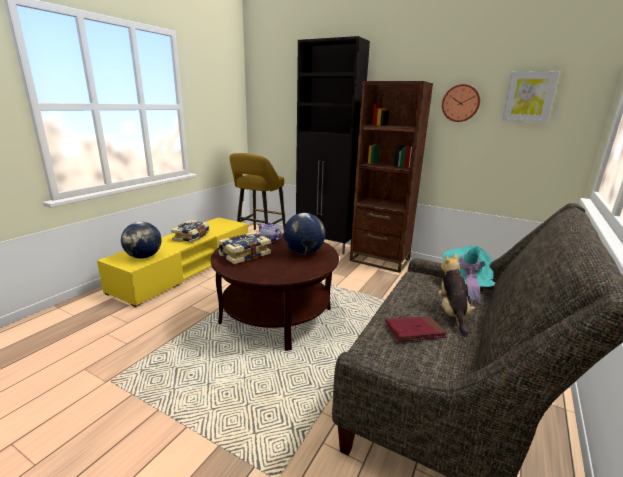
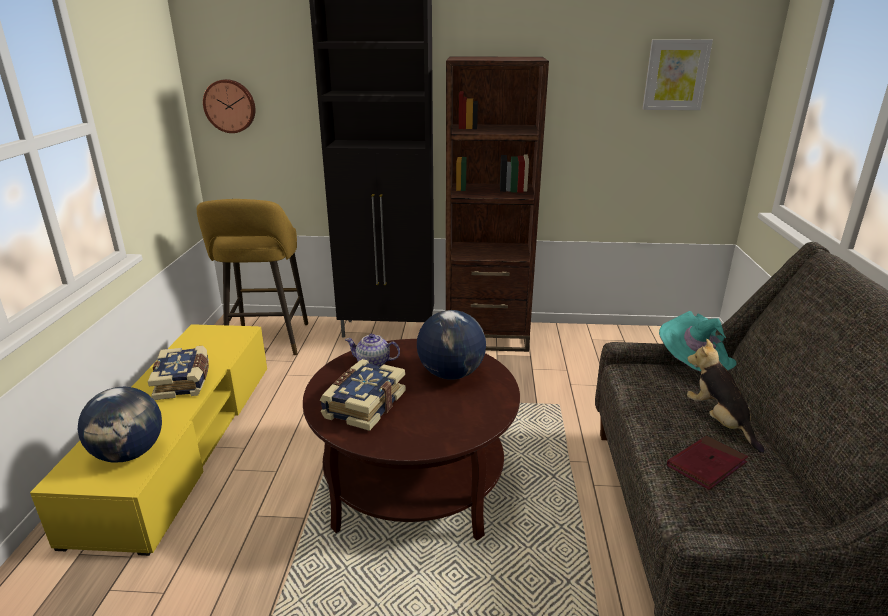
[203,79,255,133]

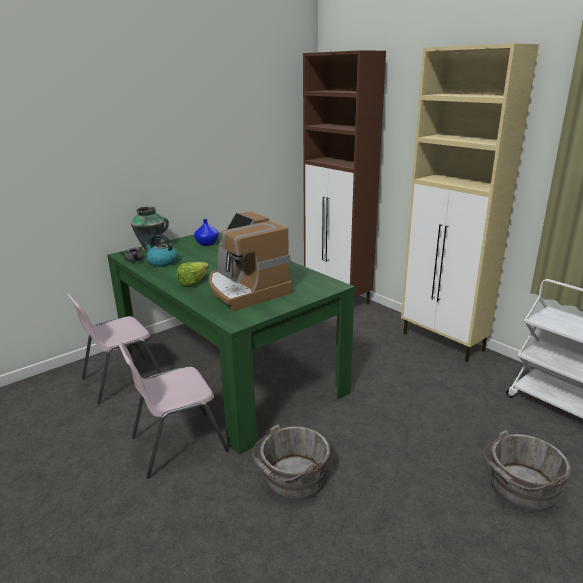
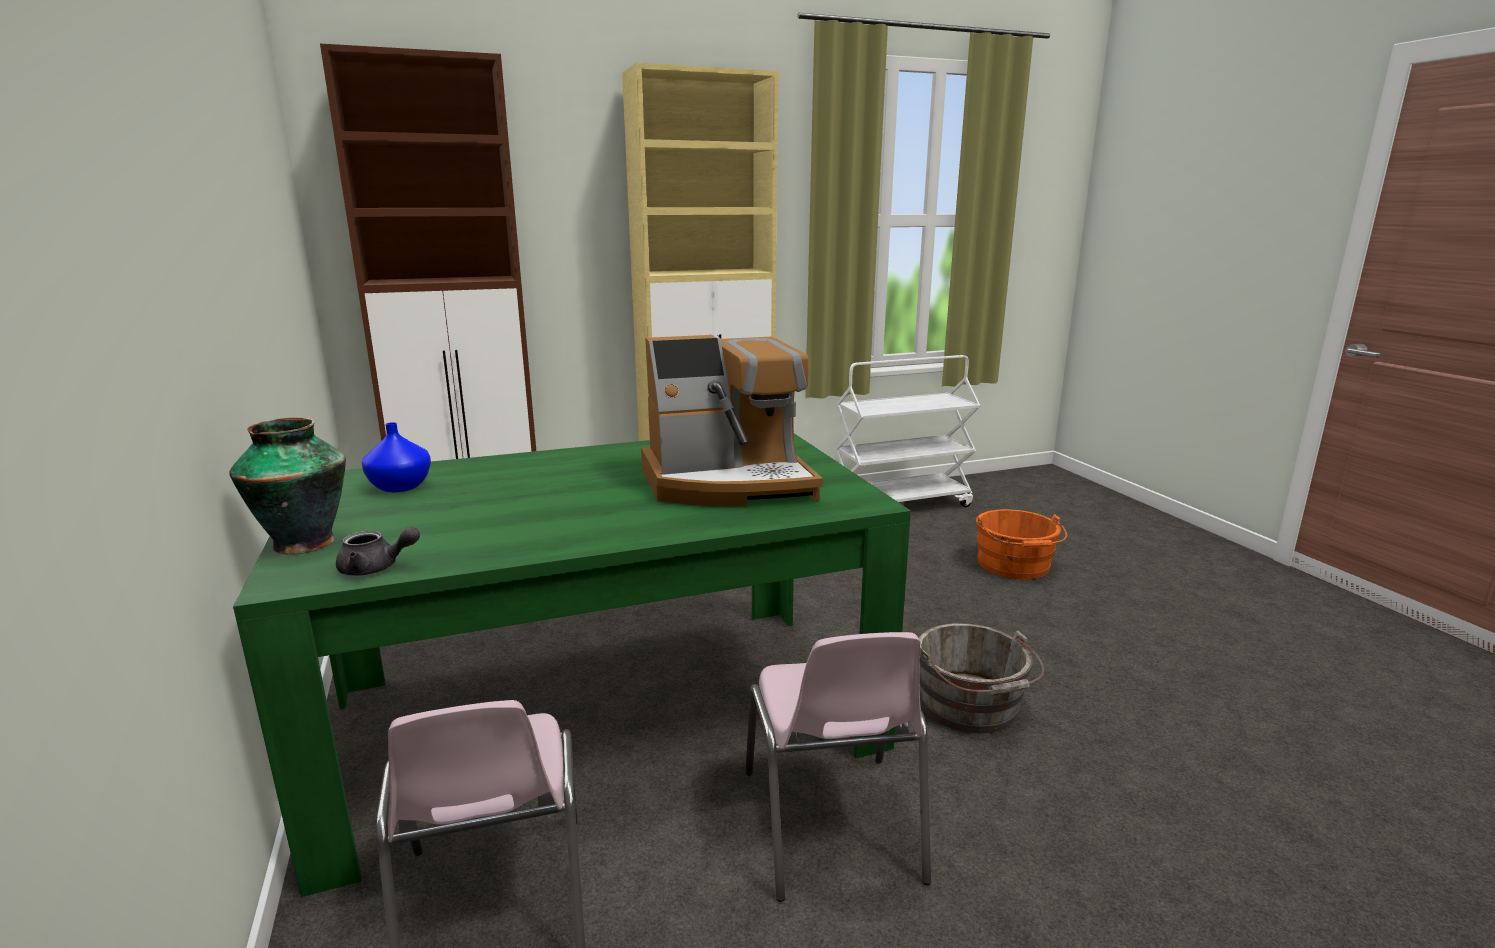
[144,234,178,267] (first image)
[177,262,209,287] (first image)
[976,509,1067,579]

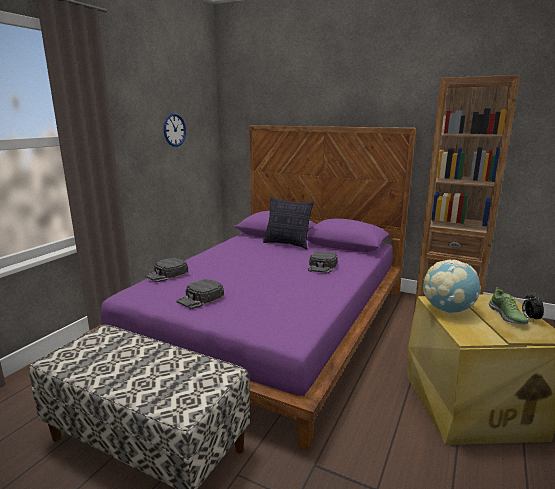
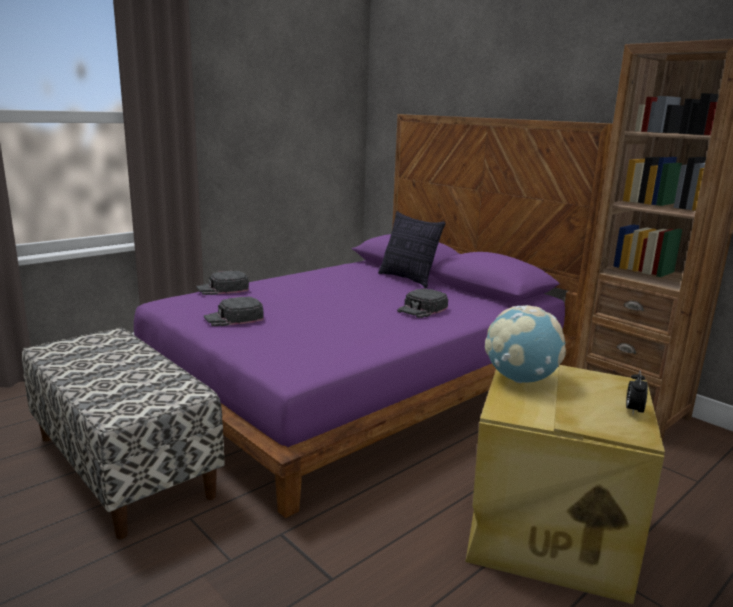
[164,113,186,147] (first image)
[488,287,528,325] (first image)

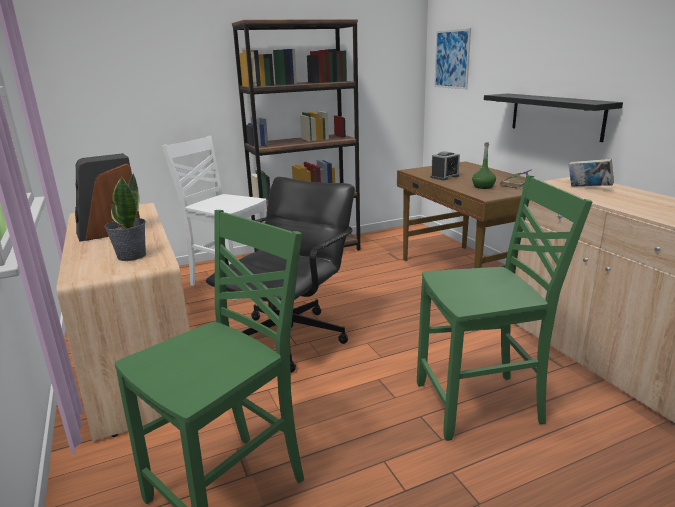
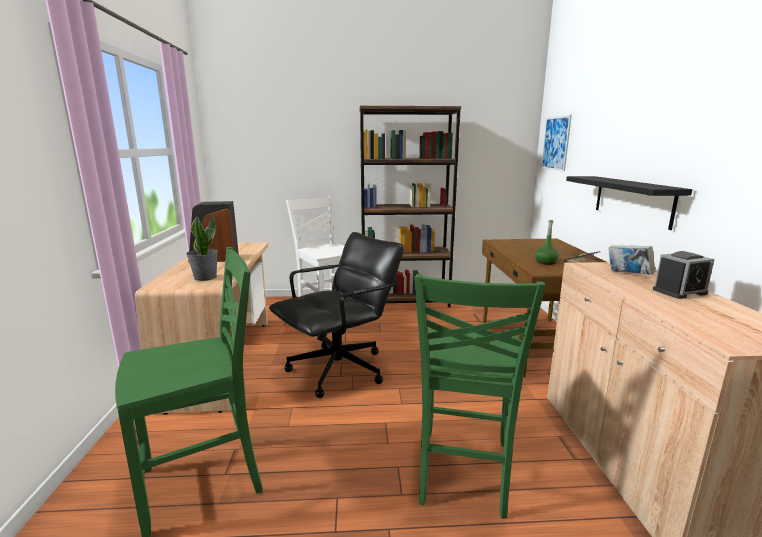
[653,251,715,299]
[414,274,546,519]

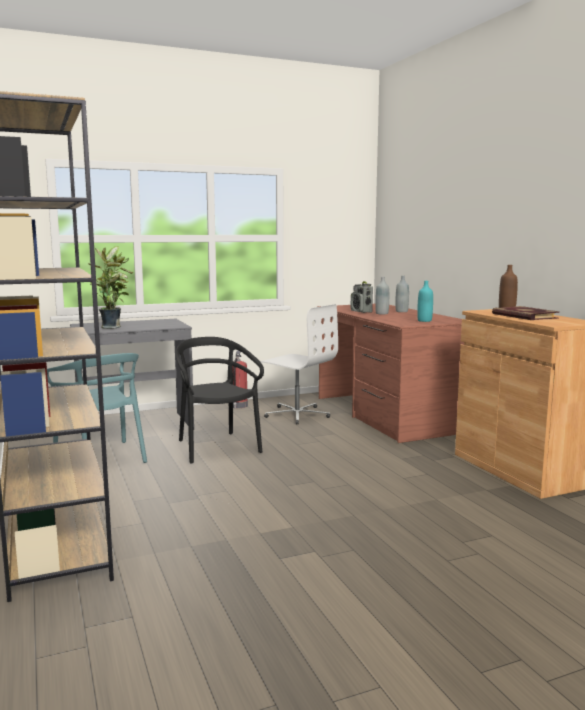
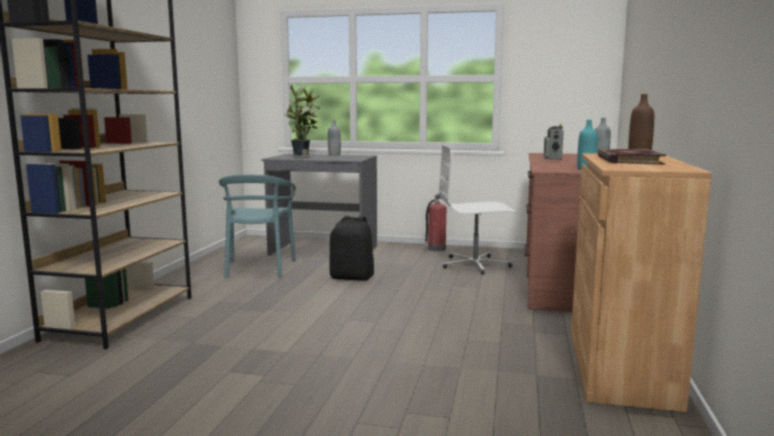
[328,120,341,156]
[329,216,374,281]
[439,144,516,275]

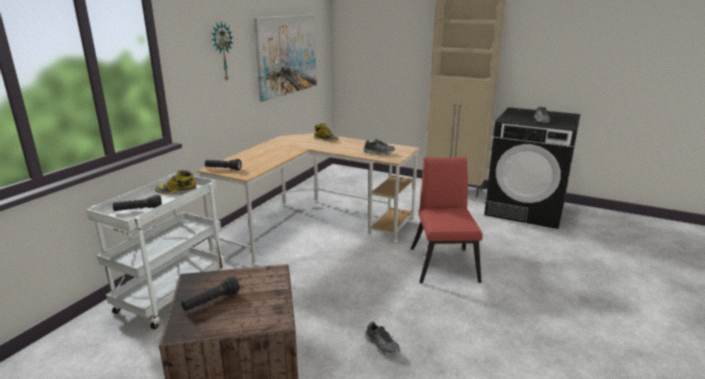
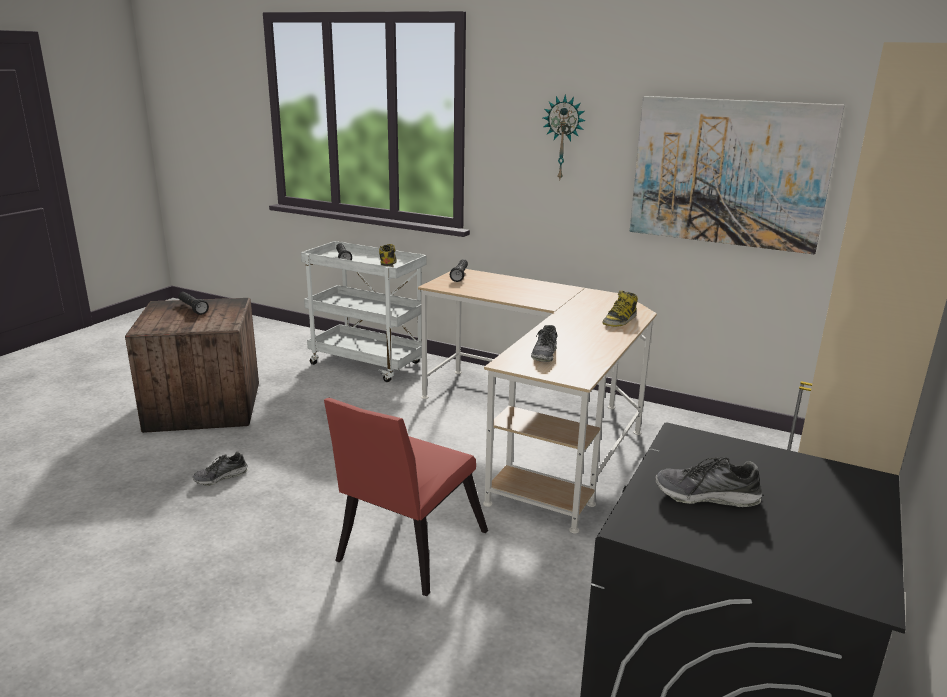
[324,397,488,596]

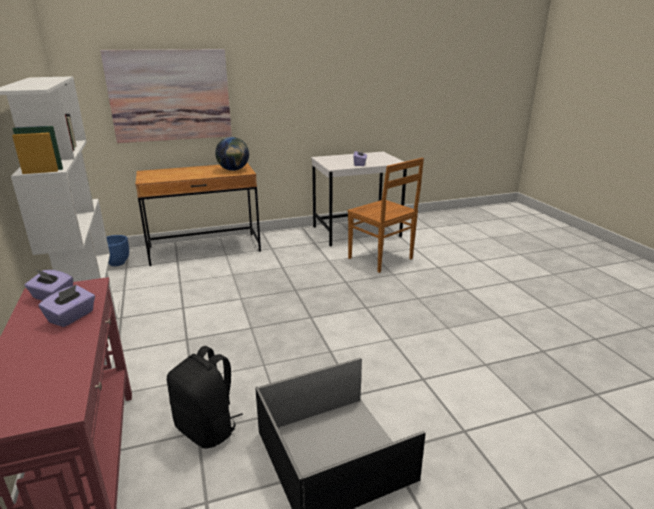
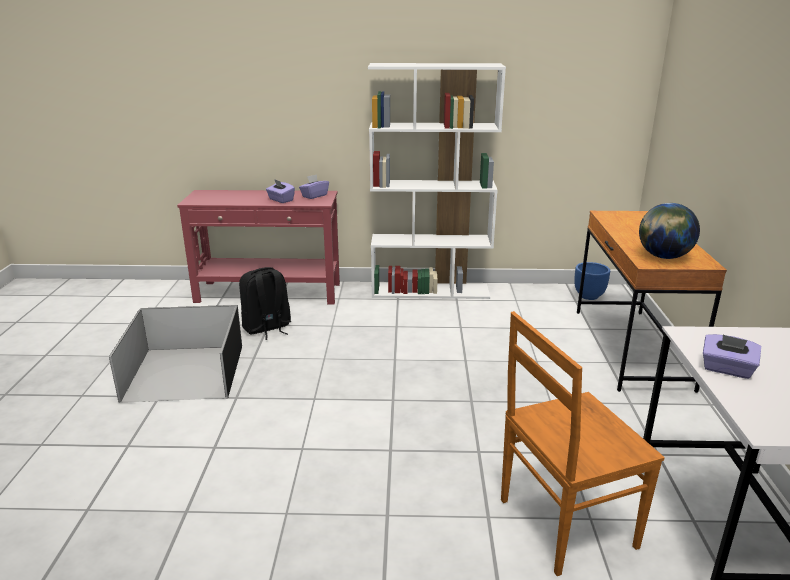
[100,49,232,143] (first image)

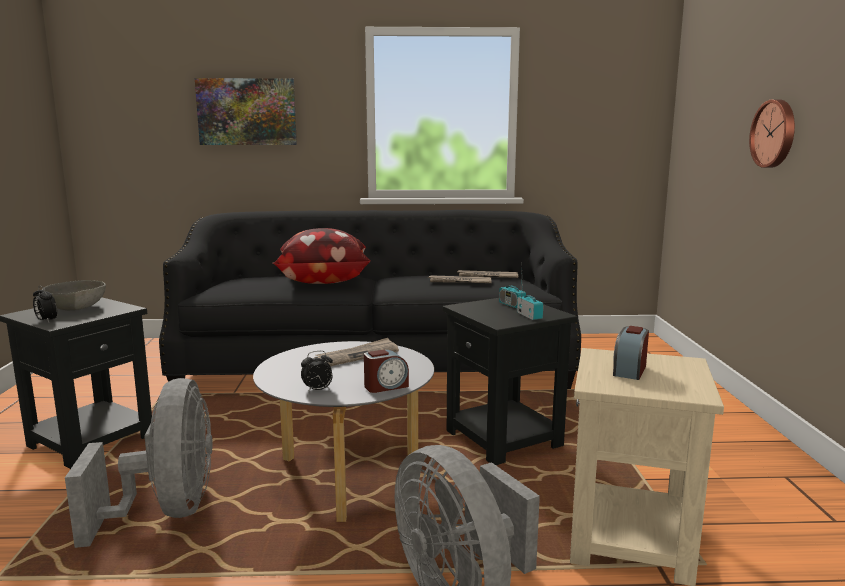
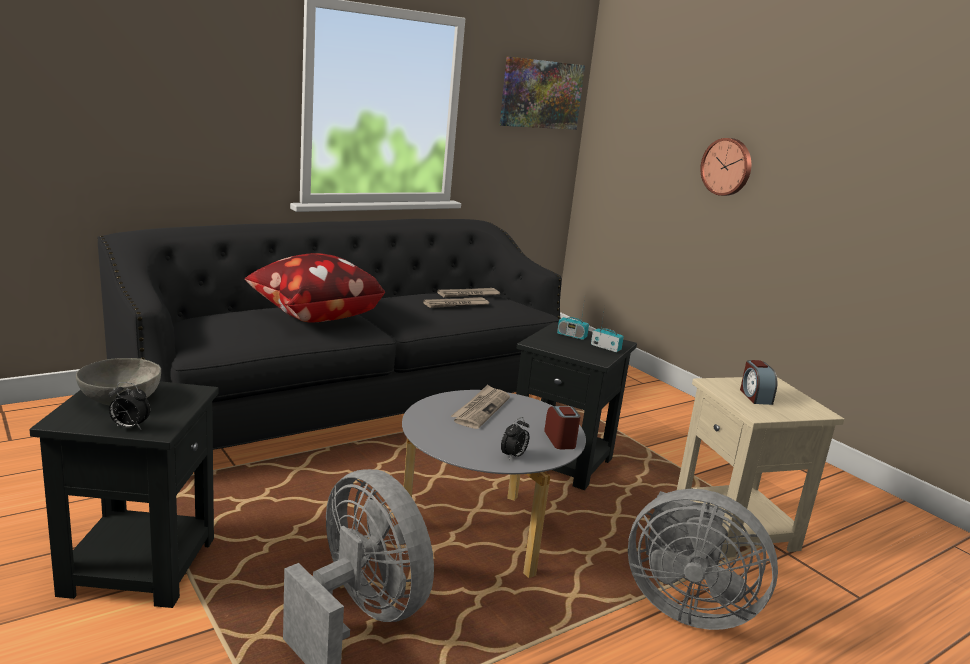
[500,56,585,130]
[544,406,580,449]

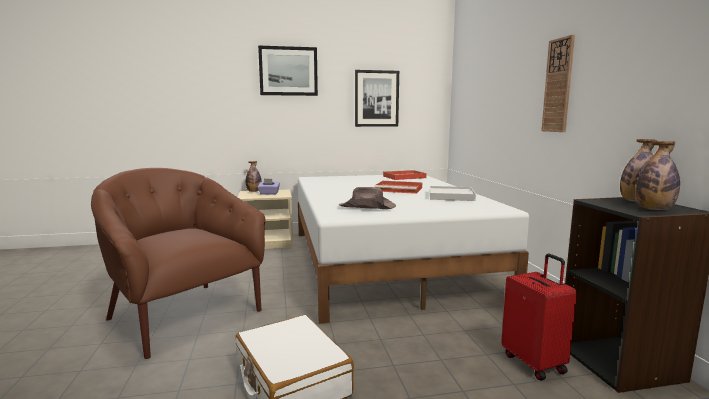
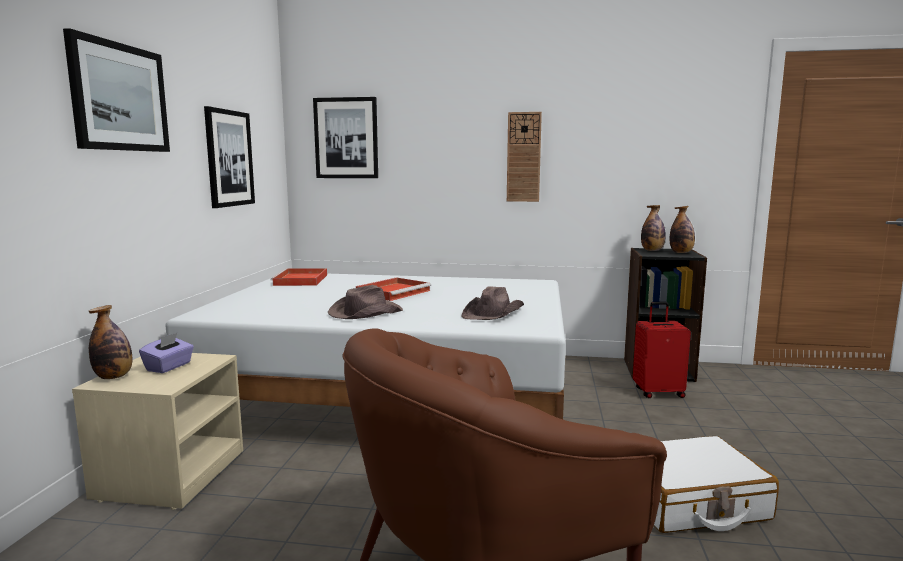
[430,186,476,201] (first image)
[313,97,378,178]
[328,285,403,319]

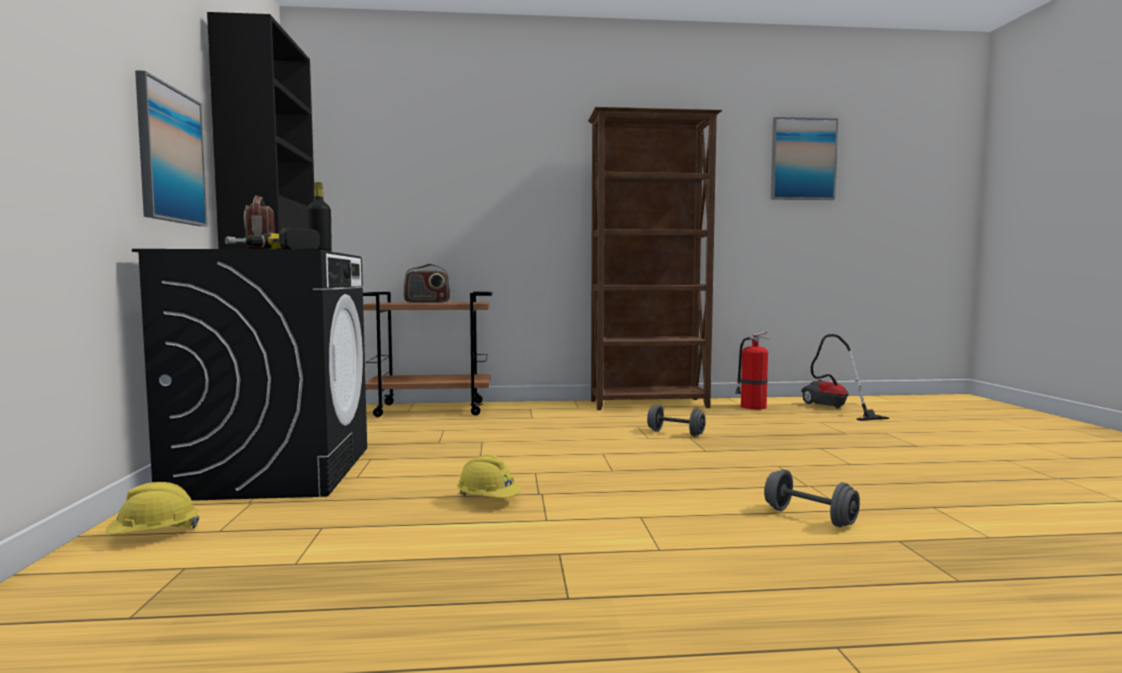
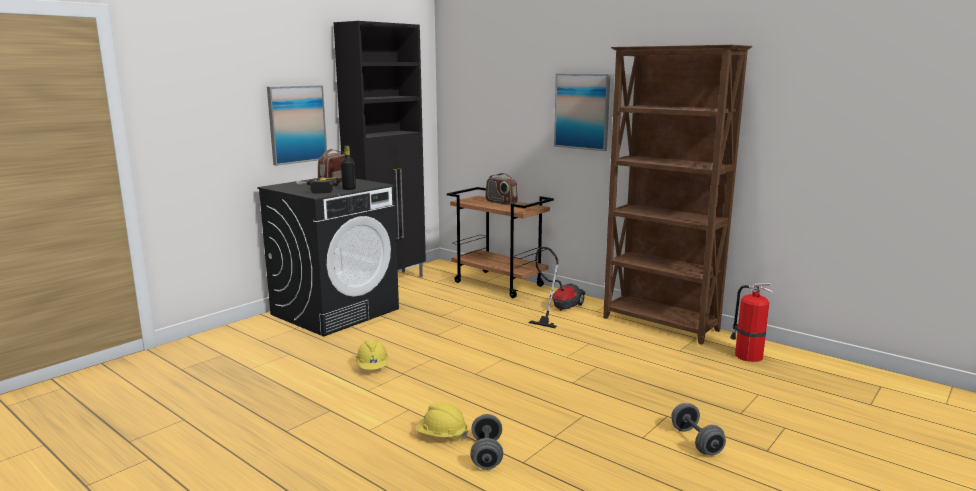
[416,402,468,439]
[672,403,726,455]
[554,74,610,151]
[529,247,586,328]

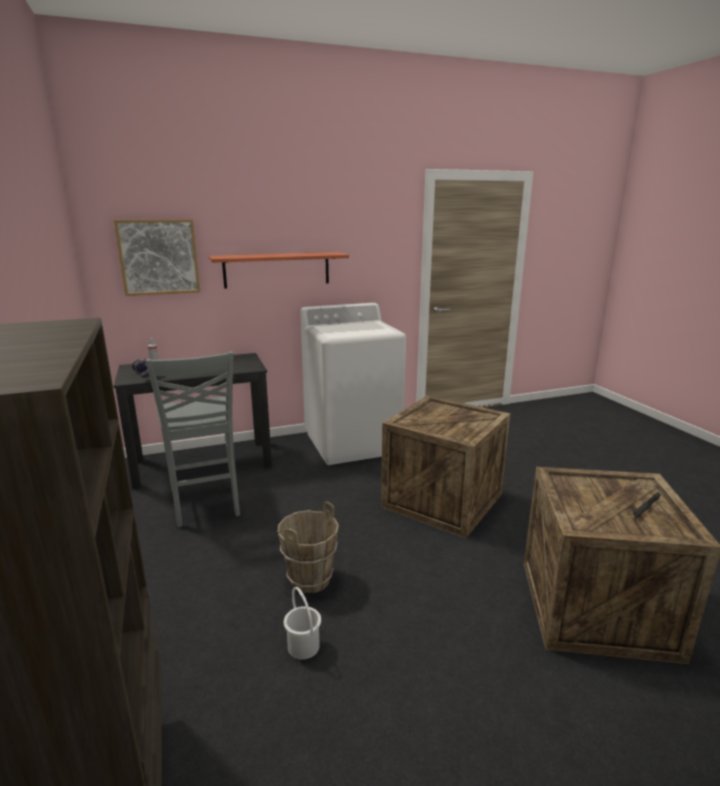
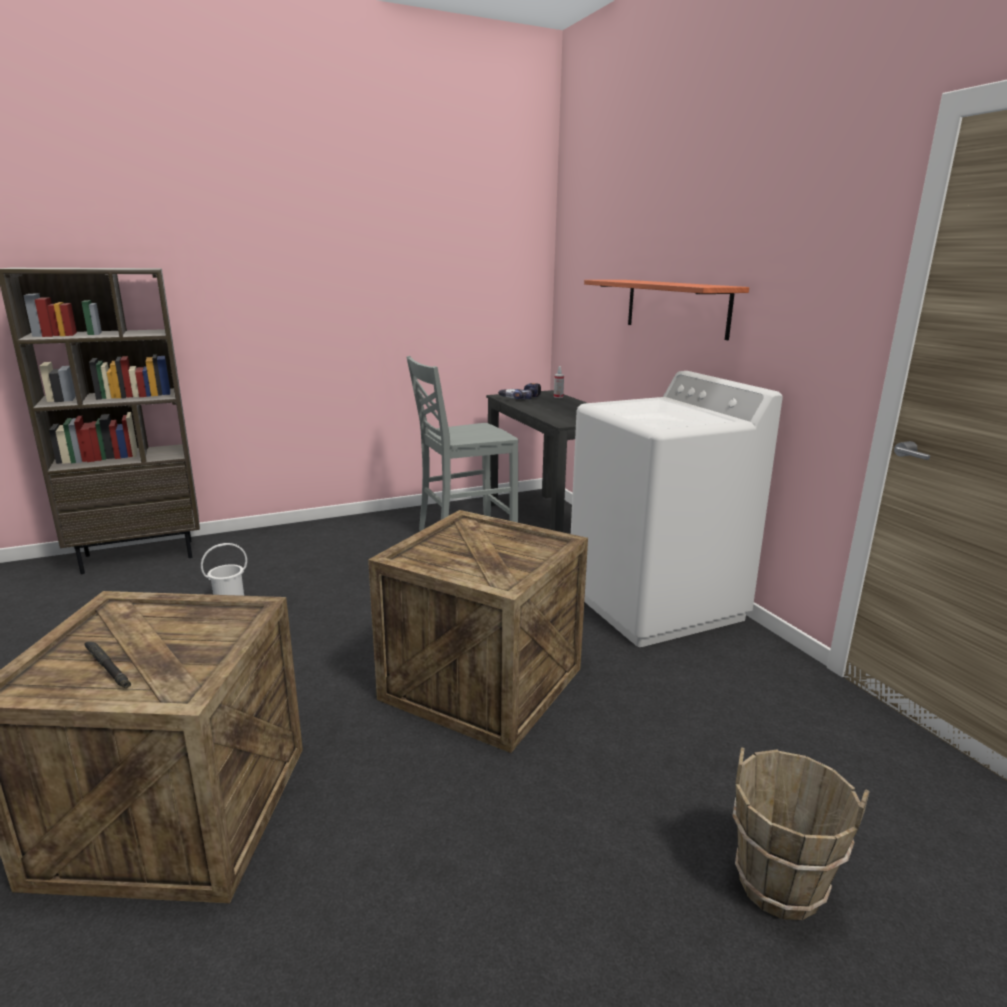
[114,219,200,296] (first image)
[732,747,870,920]

